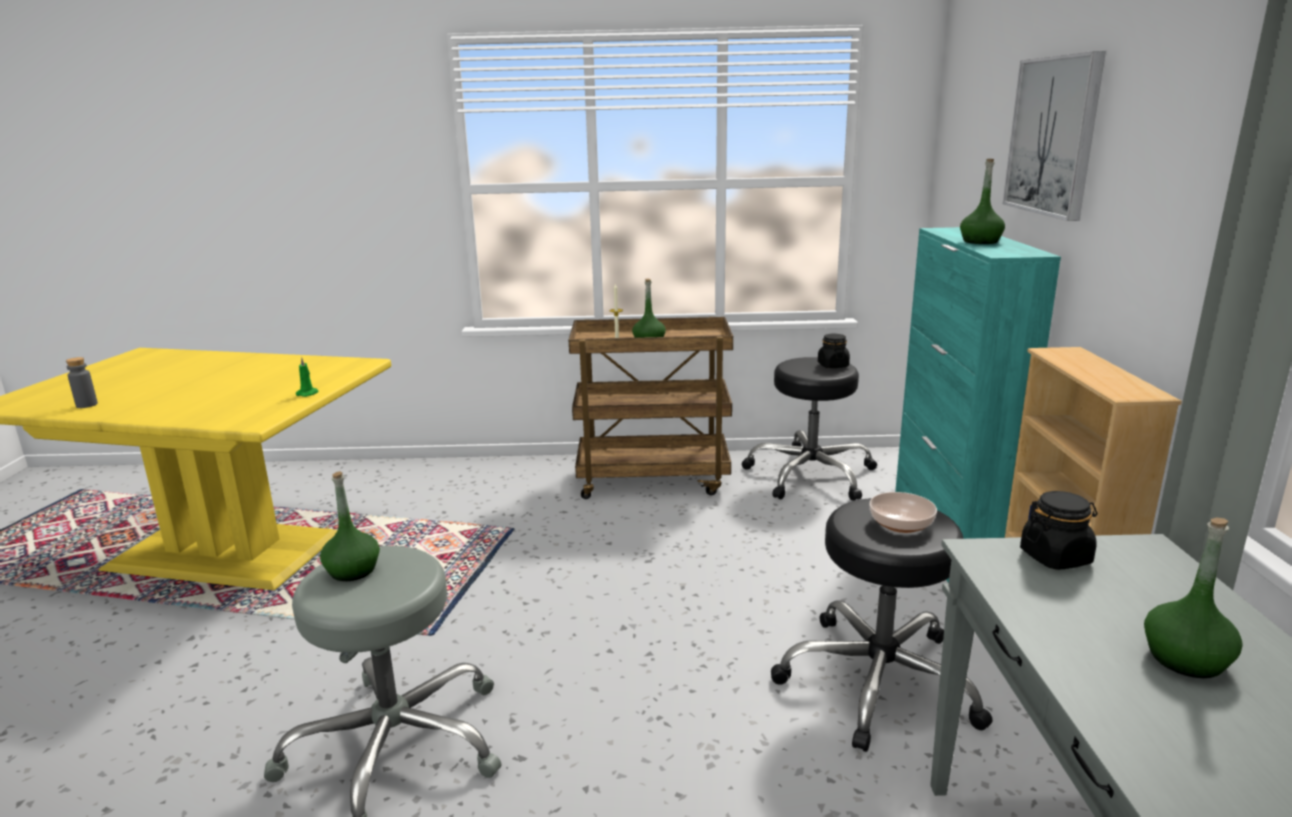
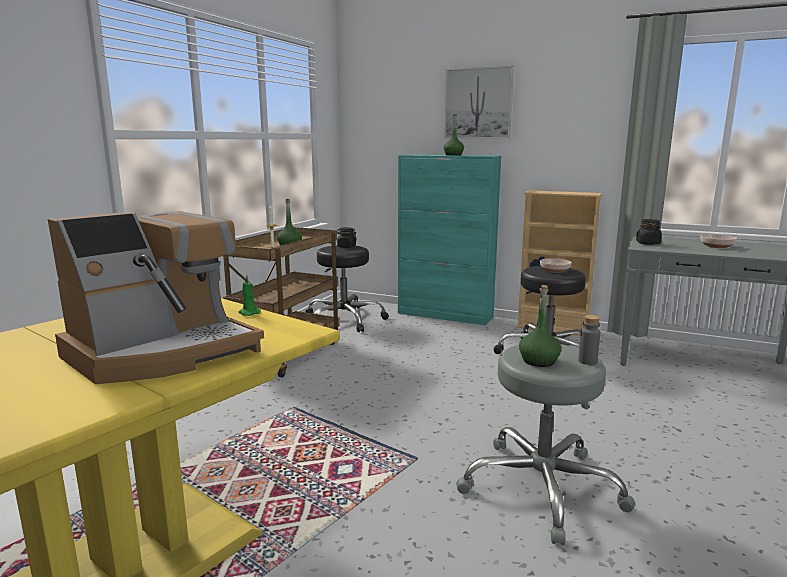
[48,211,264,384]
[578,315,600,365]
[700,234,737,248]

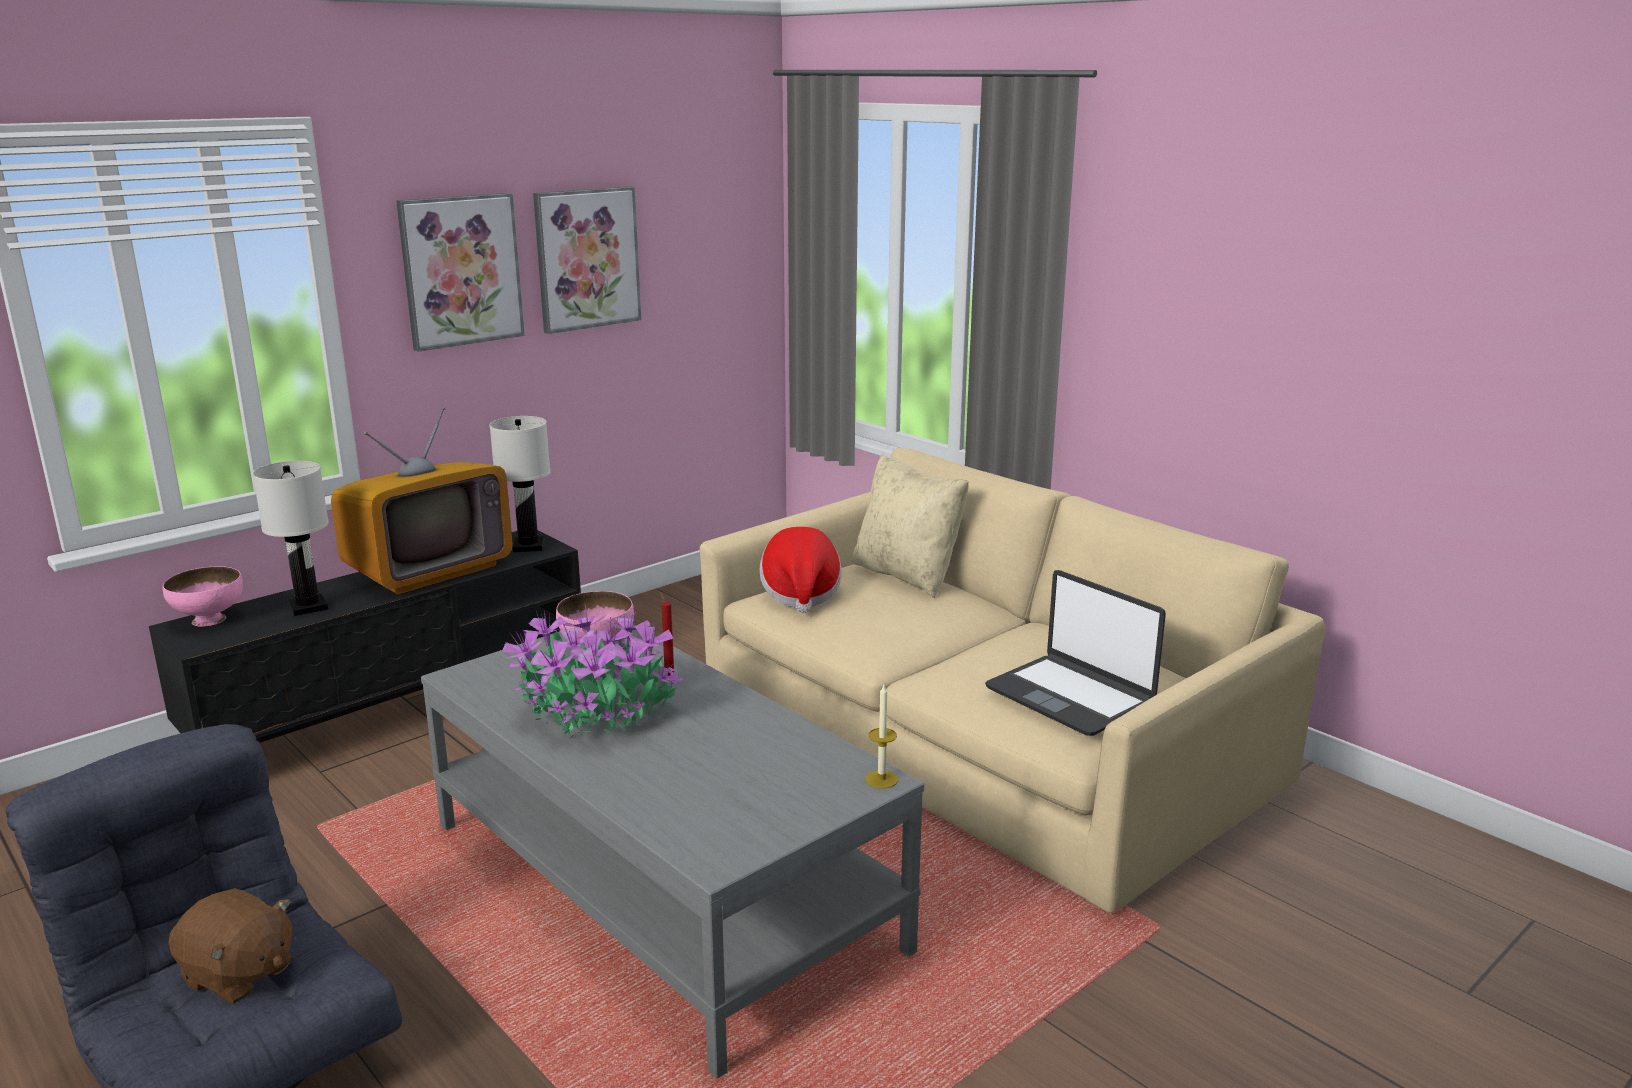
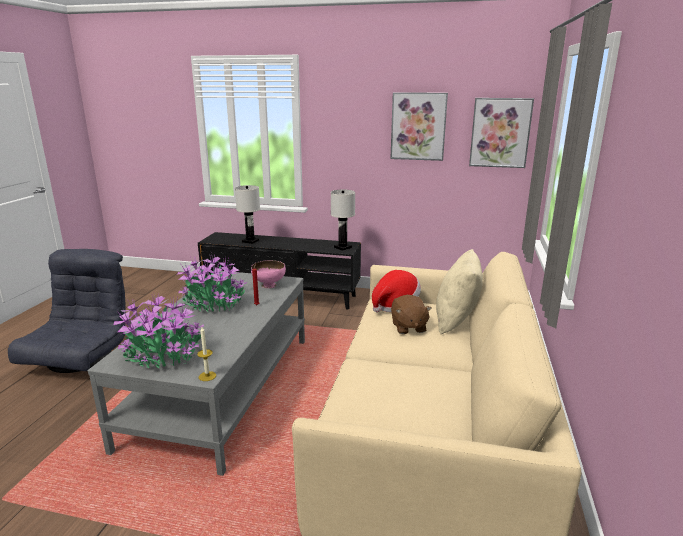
[163,566,243,627] (first image)
[331,407,513,594] (first image)
[985,570,1166,736] (first image)
[114,295,204,369]
[391,295,432,334]
[469,98,534,168]

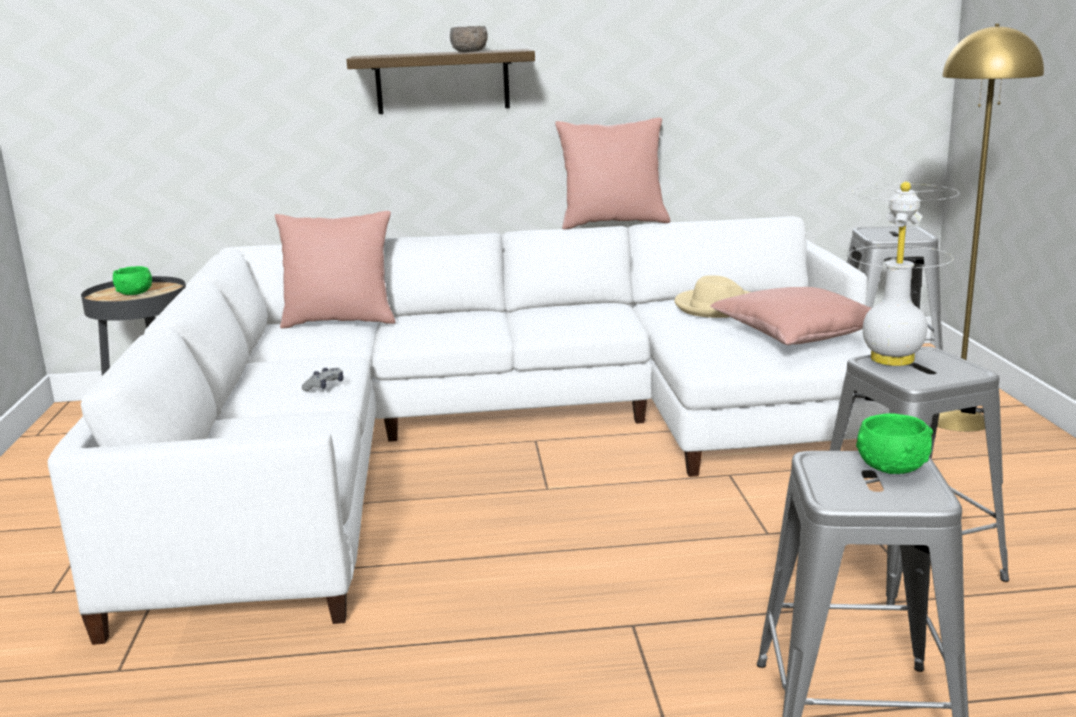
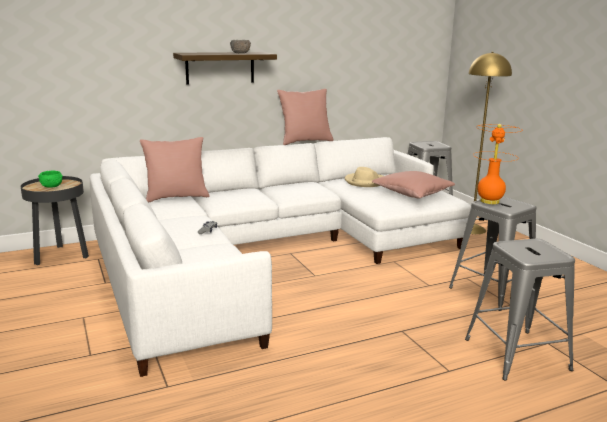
[856,413,933,474] (first image)
[473,124,521,204]

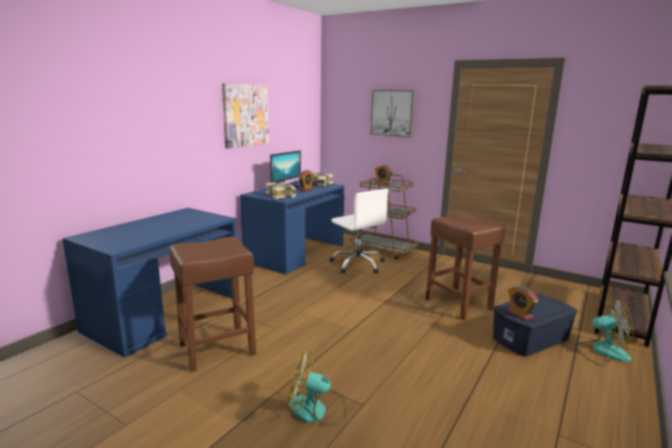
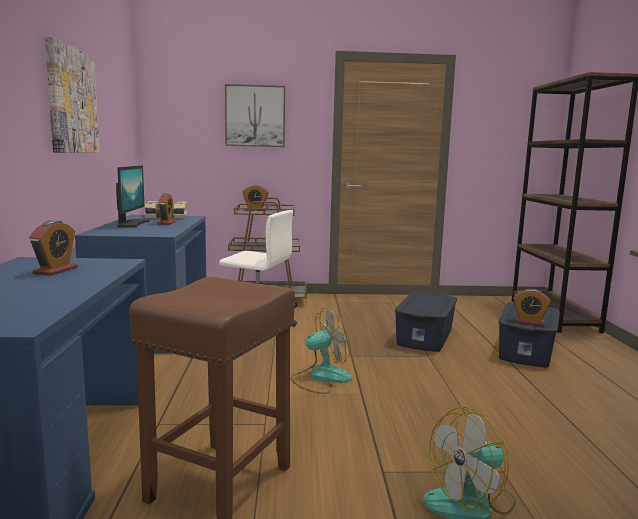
[266,182,296,199] (first image)
[29,220,78,276]
[290,308,352,394]
[395,292,457,352]

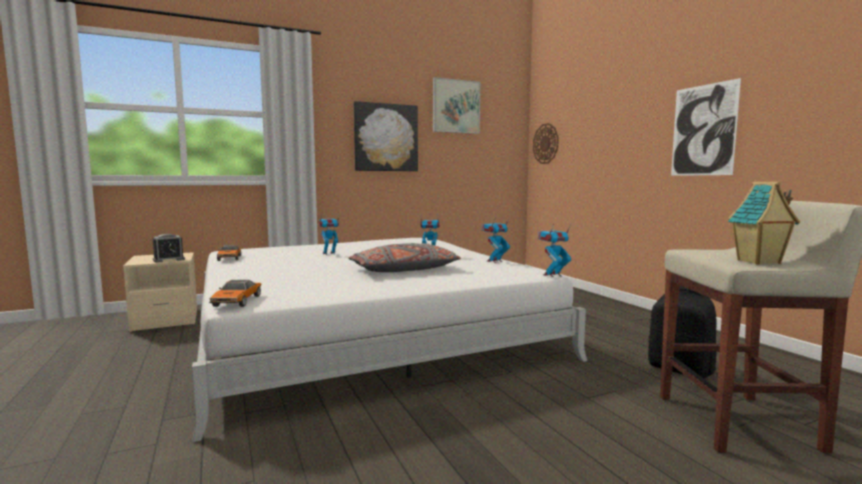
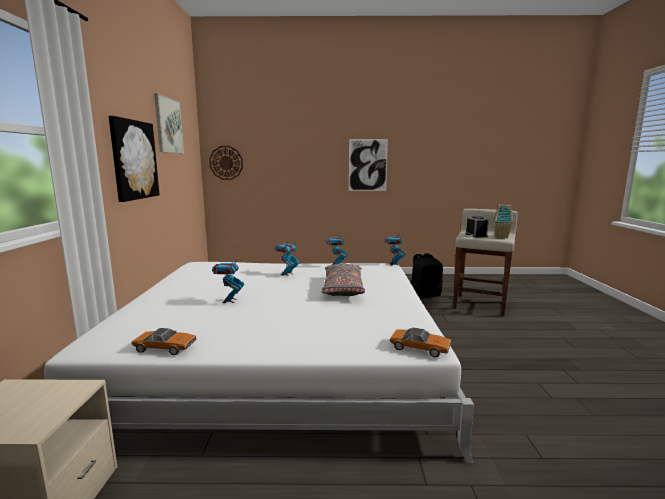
[465,216,489,238]

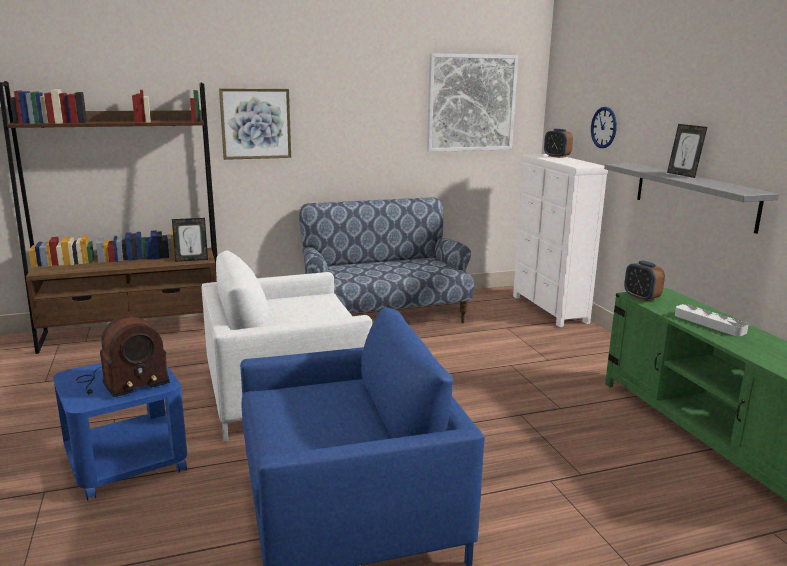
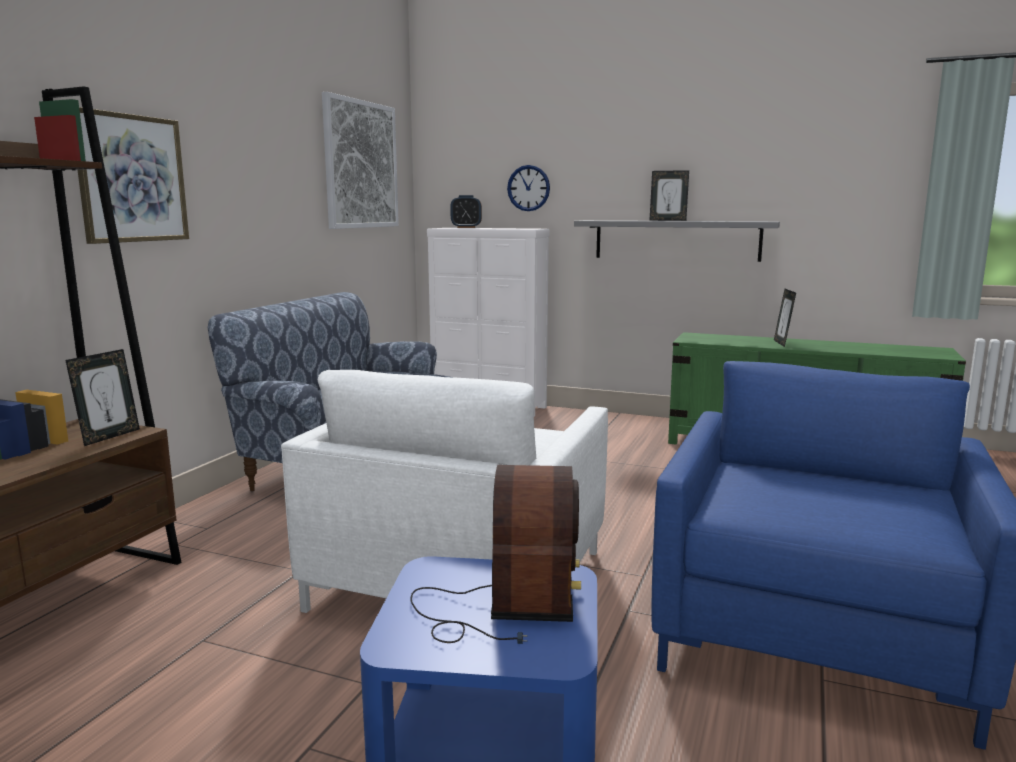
[624,260,665,302] (first image)
[774,289,796,347]

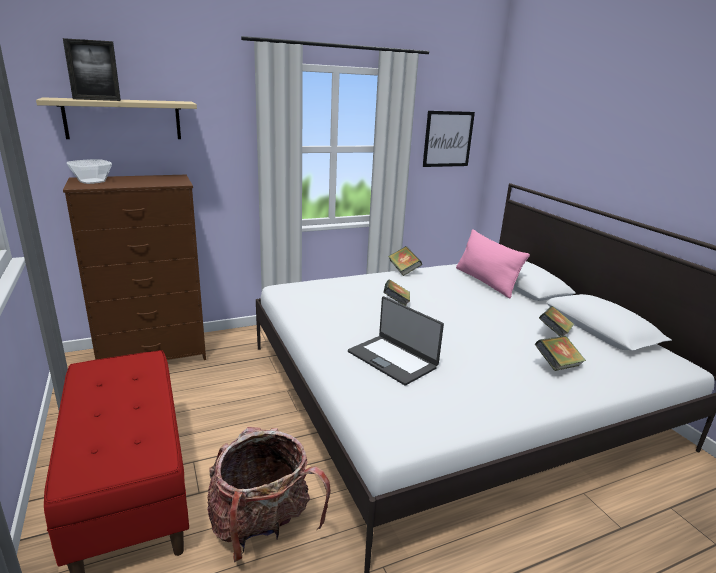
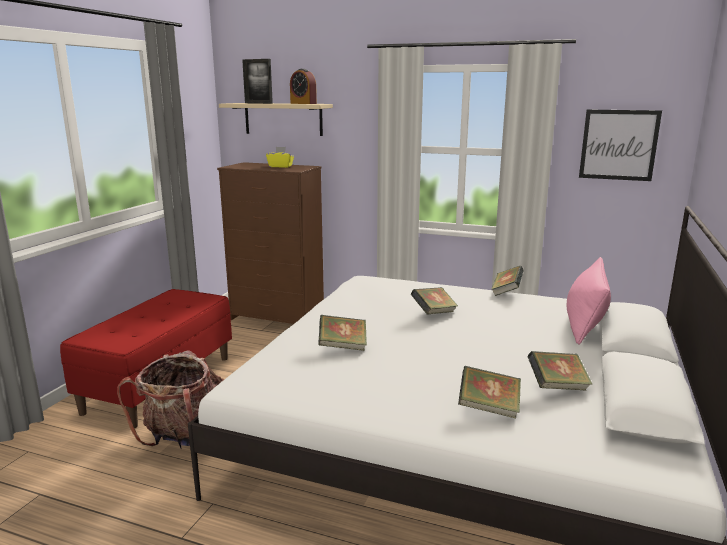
[67,159,112,184] (first image)
[266,147,294,168]
[290,69,317,104]
[318,315,367,351]

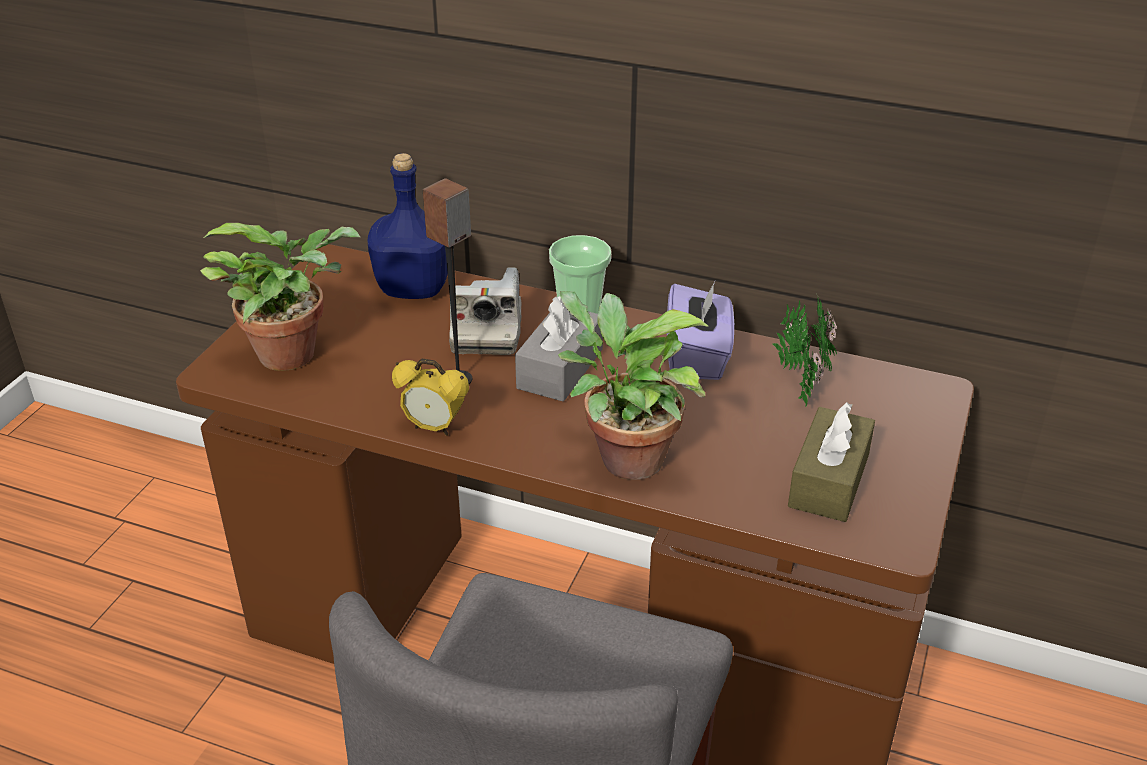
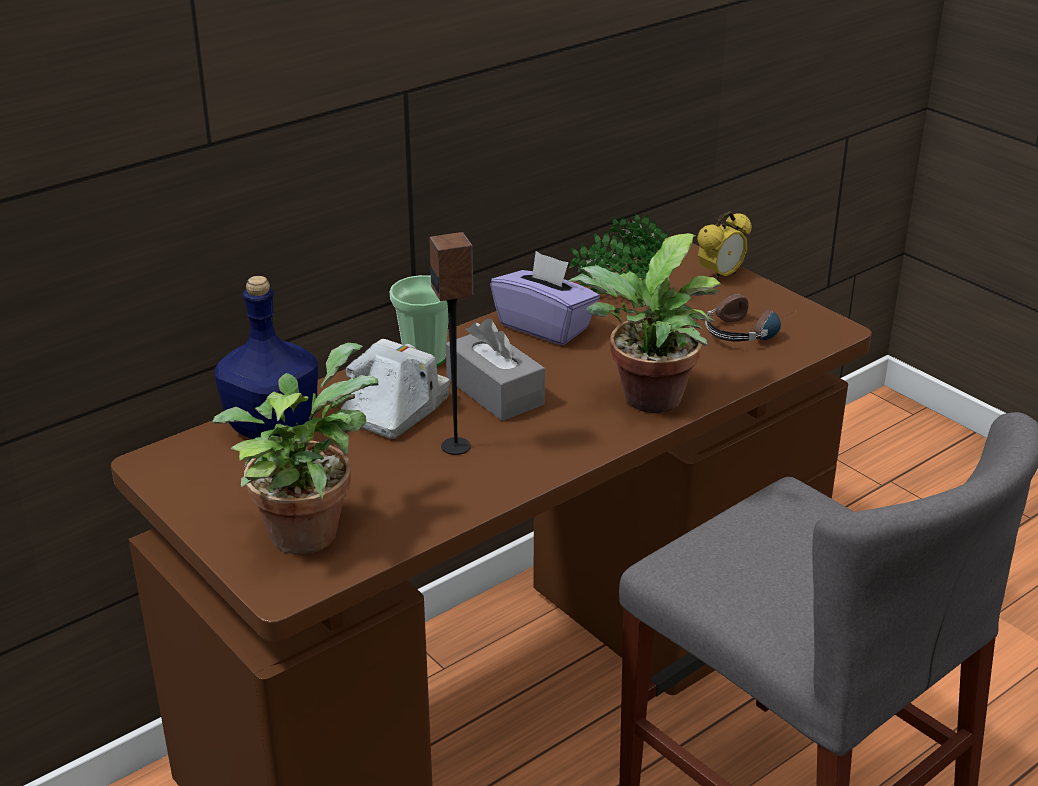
[697,211,752,281]
[705,294,795,342]
[340,339,450,439]

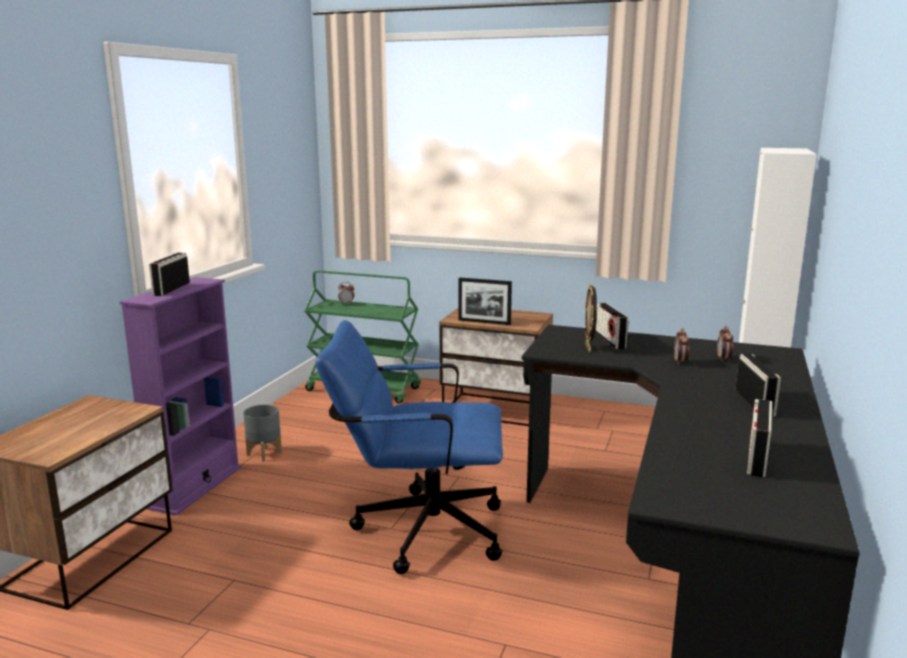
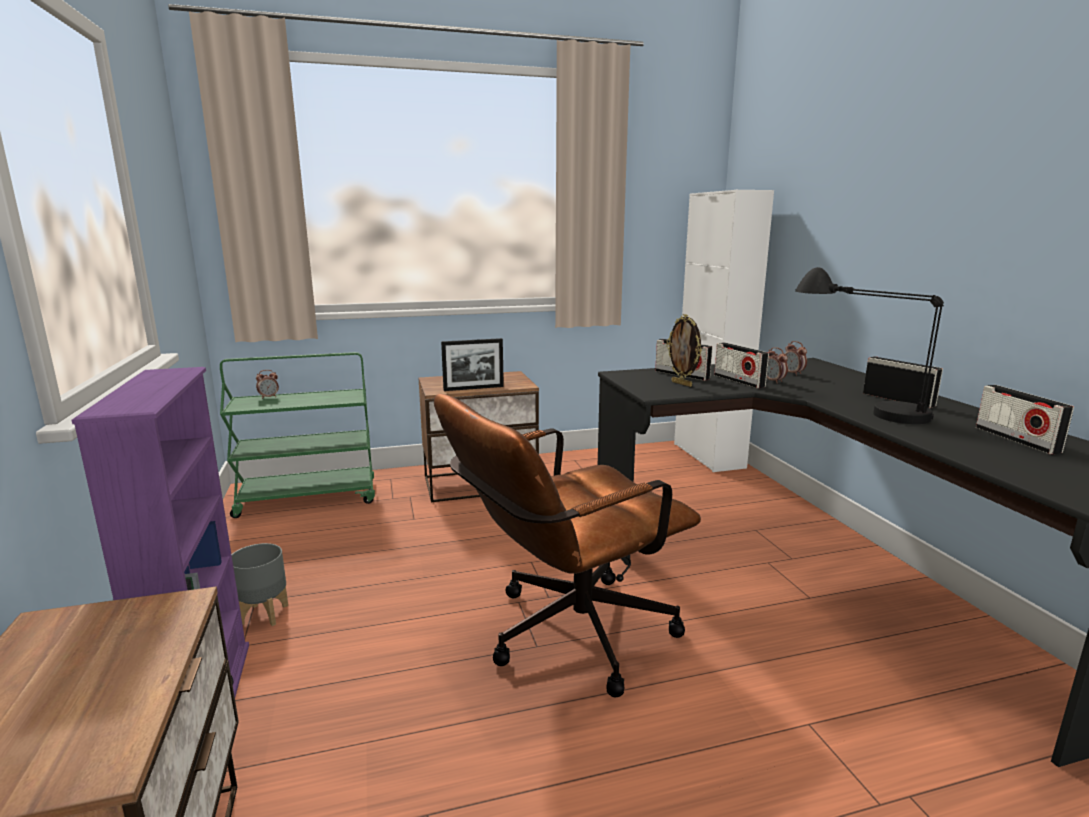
[795,267,944,424]
[714,342,769,388]
[434,394,701,697]

